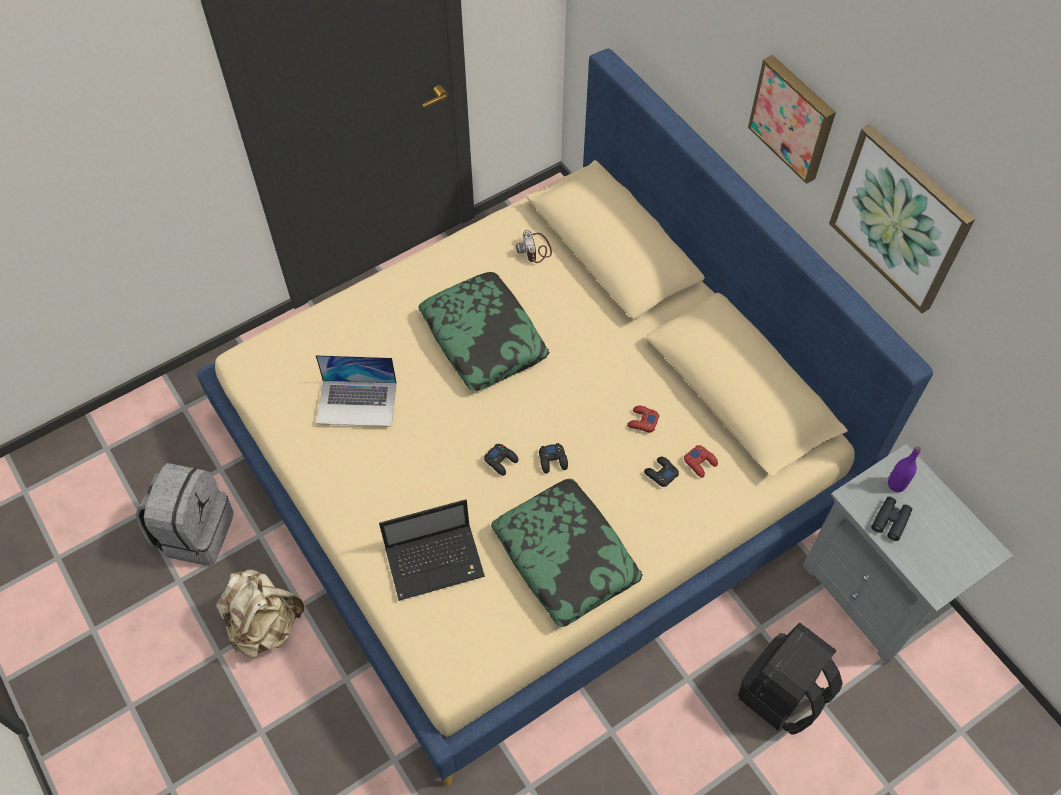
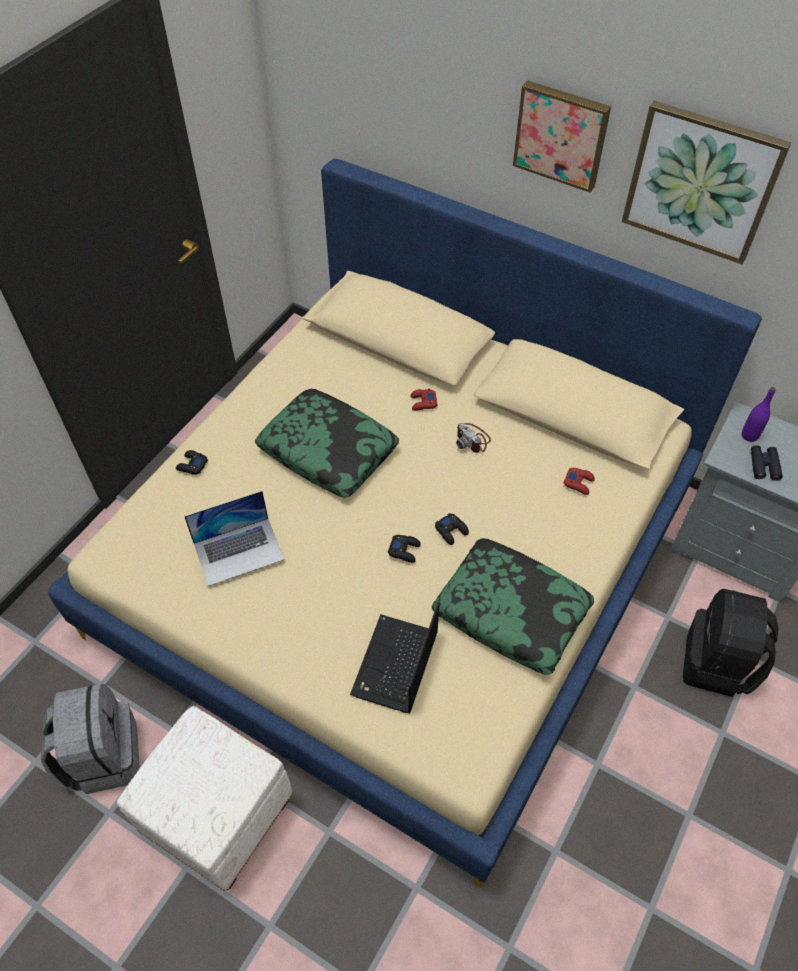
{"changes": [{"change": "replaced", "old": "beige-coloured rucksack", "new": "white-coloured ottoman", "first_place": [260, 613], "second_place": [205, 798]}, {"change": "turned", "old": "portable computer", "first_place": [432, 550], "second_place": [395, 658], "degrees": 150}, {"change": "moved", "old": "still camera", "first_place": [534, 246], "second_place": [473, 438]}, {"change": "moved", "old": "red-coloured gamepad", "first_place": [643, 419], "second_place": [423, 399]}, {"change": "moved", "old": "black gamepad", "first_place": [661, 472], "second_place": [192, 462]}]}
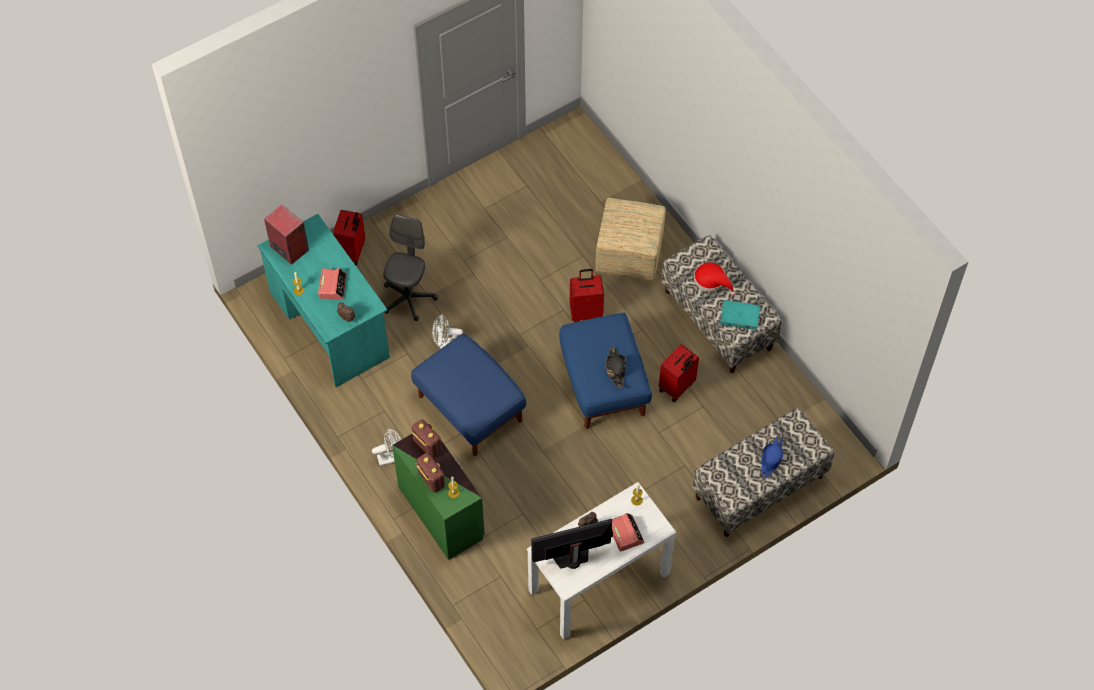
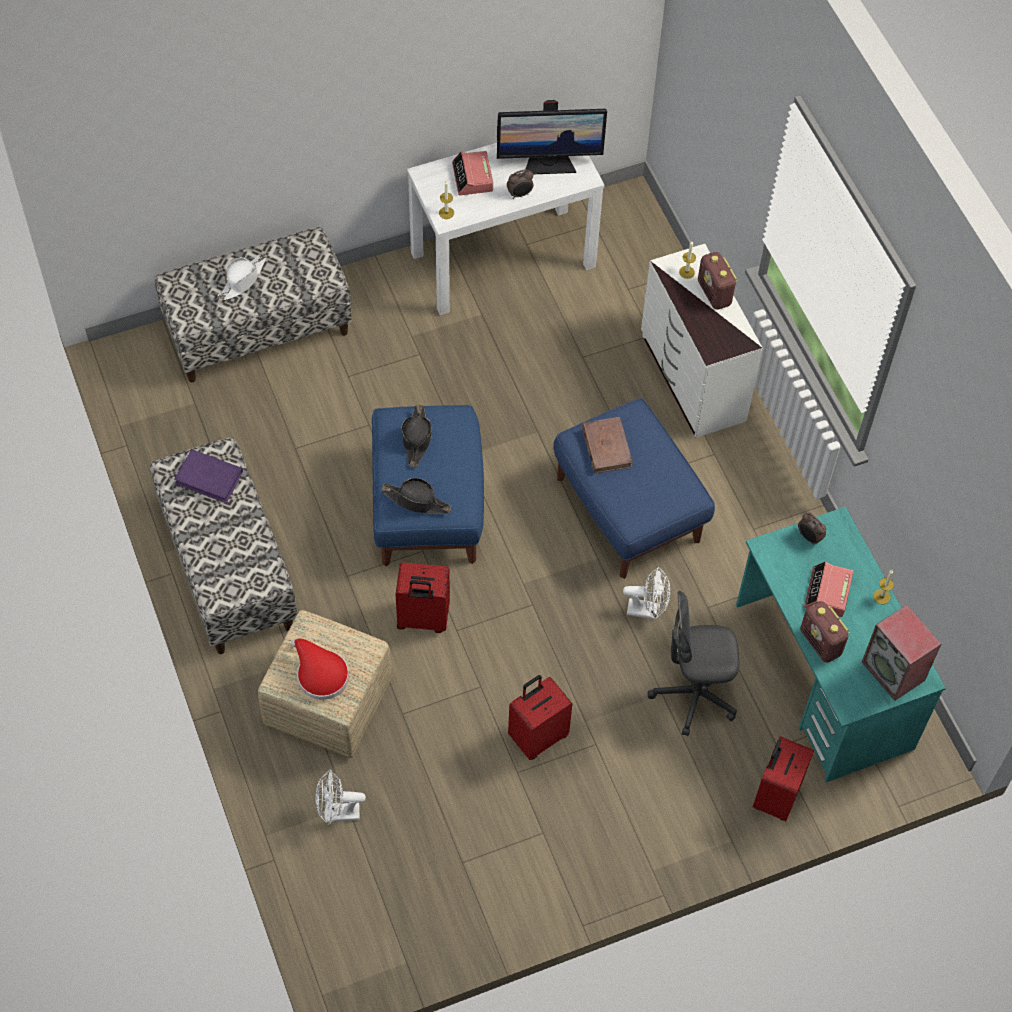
{"changes": [{"change": "moved", "old": "white-coloured fan", "first_place": [386, 447], "second_place": [340, 797]}, {"change": "turned", "old": "gray office chair", "first_place": [410, 267], "second_place": [693, 663], "degrees": 60}, {"change": "recoloured", "old": "green dresser", "new": "white-coloured dresser", "first_place": [438, 492], "second_place": [702, 341]}, {"change": "moved", "old": "radio receiver", "first_place": [426, 438], "second_place": [825, 632]}, {"change": "moved", "old": "red-coloured suitcase", "first_place": [679, 373], "second_place": [540, 717]}, {"change": "moved", "old": "red-coloured wearable hat", "first_place": [714, 278], "second_place": [320, 669]}, {"change": "recoloured", "old": "blue-green bound book", "new": "purple-coloured bound book", "first_place": [740, 315], "second_place": [208, 476]}, {"change": "recoloured", "old": "blue wearable hat", "new": "white-coloured wearable hat", "first_place": [772, 457], "second_place": [242, 277]}, {"change": "added", "new": "black wearable hat", "second_place": [416, 496]}, {"change": "added", "new": "brownish bound book", "second_place": [607, 445]}]}
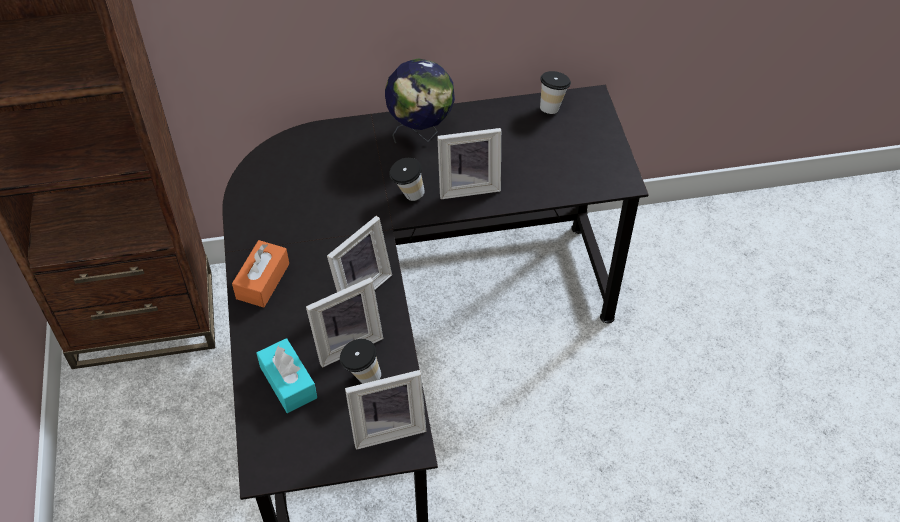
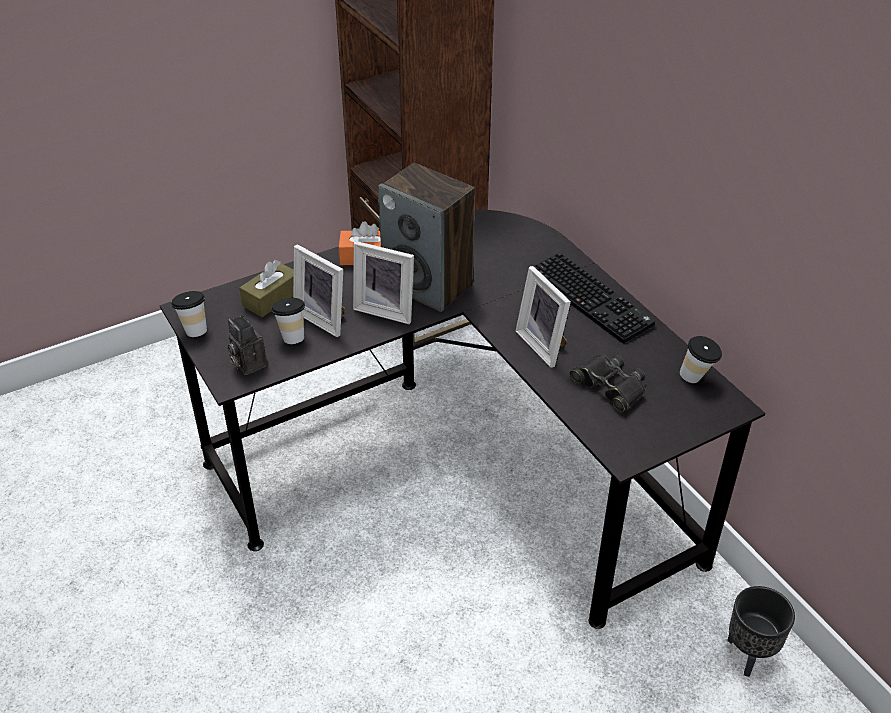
{"changes": [{"change": "recoloured", "old": "blue-green tissue box", "new": "brownish tissue box", "first_place": [286, 375], "second_place": [266, 288]}, {"change": "replaced", "old": "picture frame", "new": "still camera", "first_place": [385, 410], "second_place": [247, 345]}, {"change": "replaced", "old": "globe", "new": "keyboard", "first_place": [420, 101], "second_place": [594, 297]}, {"change": "moved", "old": "cup", "first_place": [407, 179], "second_place": [189, 314]}, {"change": "added", "new": "speaker", "second_place": [426, 237]}, {"change": "added", "new": "black binoculars", "second_place": [607, 384]}, {"change": "added", "new": "black planter", "second_place": [761, 631]}]}
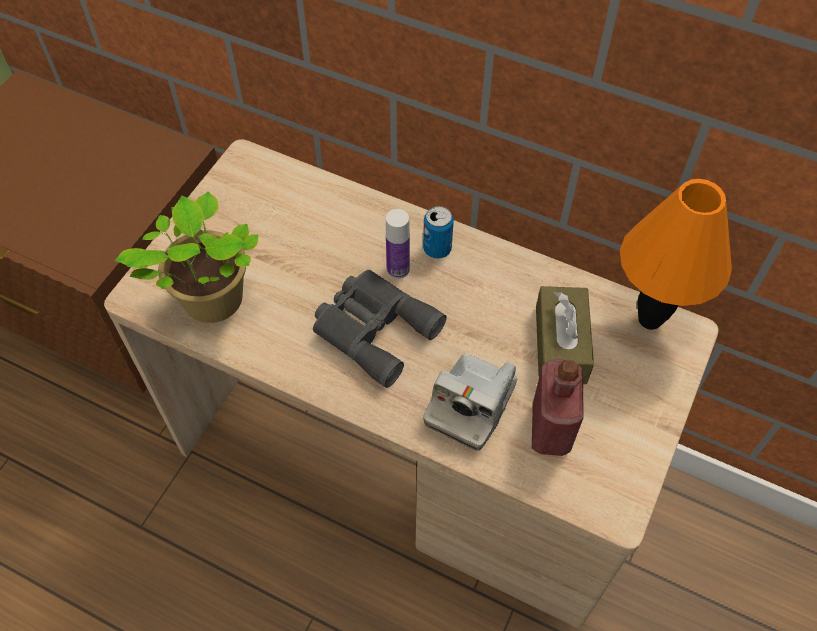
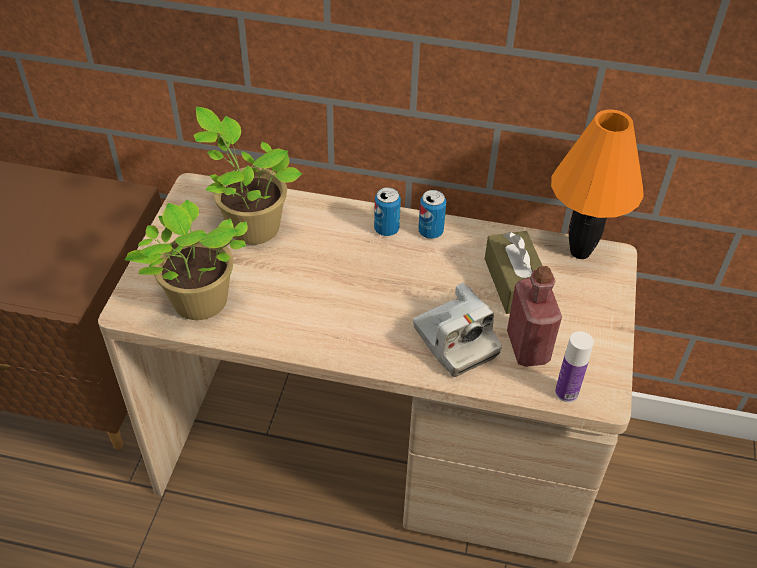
{"changes": [{"change": "removed", "old": "gray binoculars", "first_place": [380, 329]}, {"change": "moved", "old": "bottle", "first_place": [398, 244], "second_place": [574, 366]}, {"change": "turned", "old": "still camera", "first_place": [470, 402], "second_place": [457, 330], "degrees": -45}, {"change": "added", "new": "houseplant", "second_place": [248, 176]}, {"change": "added", "new": "can", "second_place": [432, 214]}]}
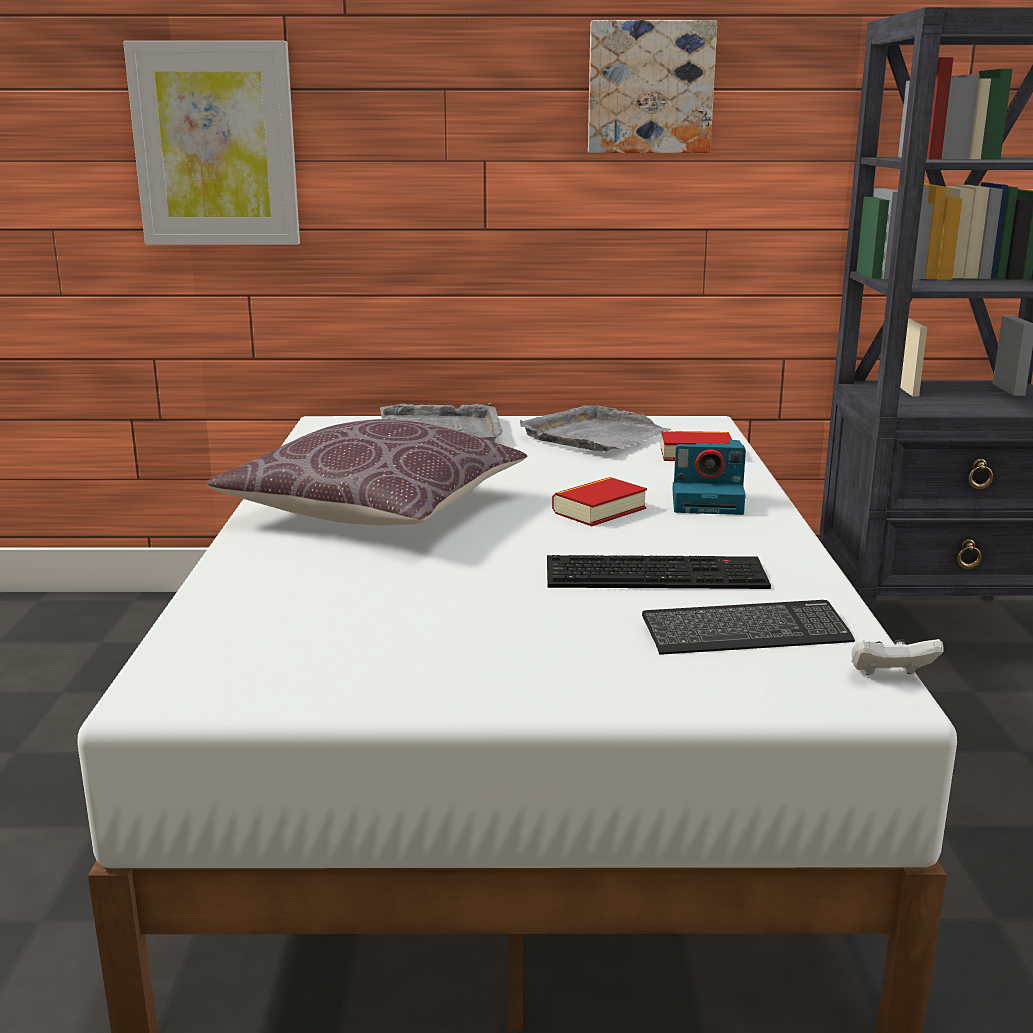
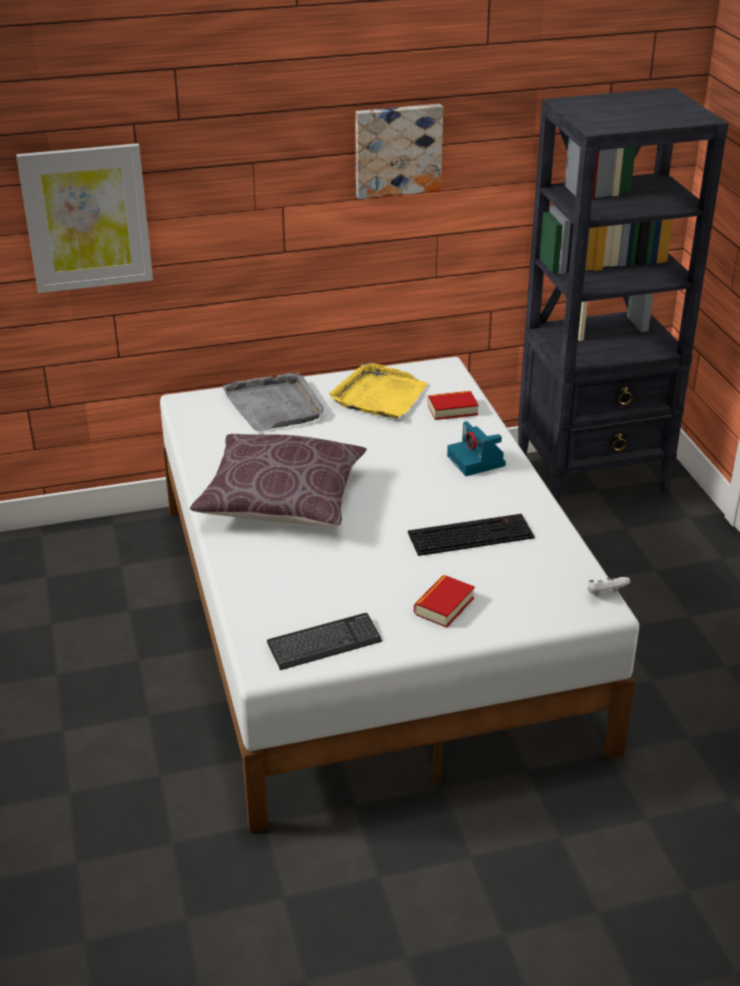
{"changes": [{"change": "recoloured", "old": "gray serving tray", "new": "yellow serving tray", "first_place": [595, 428], "second_place": [378, 391]}, {"change": "moved", "old": "bound book", "first_place": [599, 501], "second_place": [444, 601]}, {"change": "moved", "old": "keyboard", "first_place": [748, 627], "second_place": [324, 641]}, {"change": "turned", "old": "still camera", "first_place": [709, 477], "second_place": [476, 448], "degrees": 75}]}
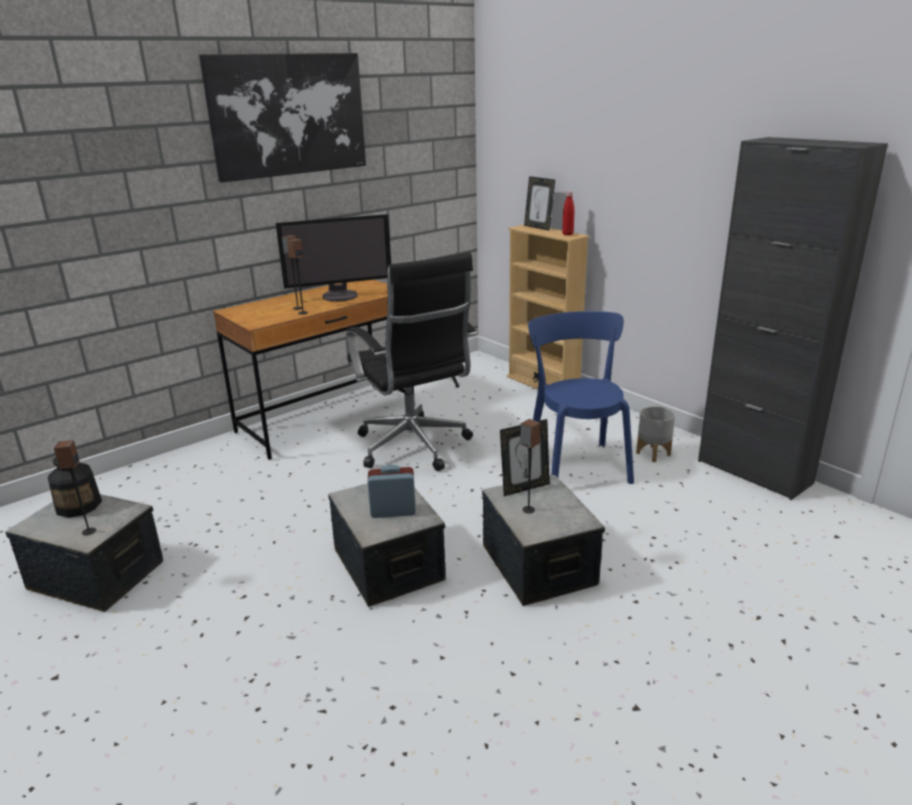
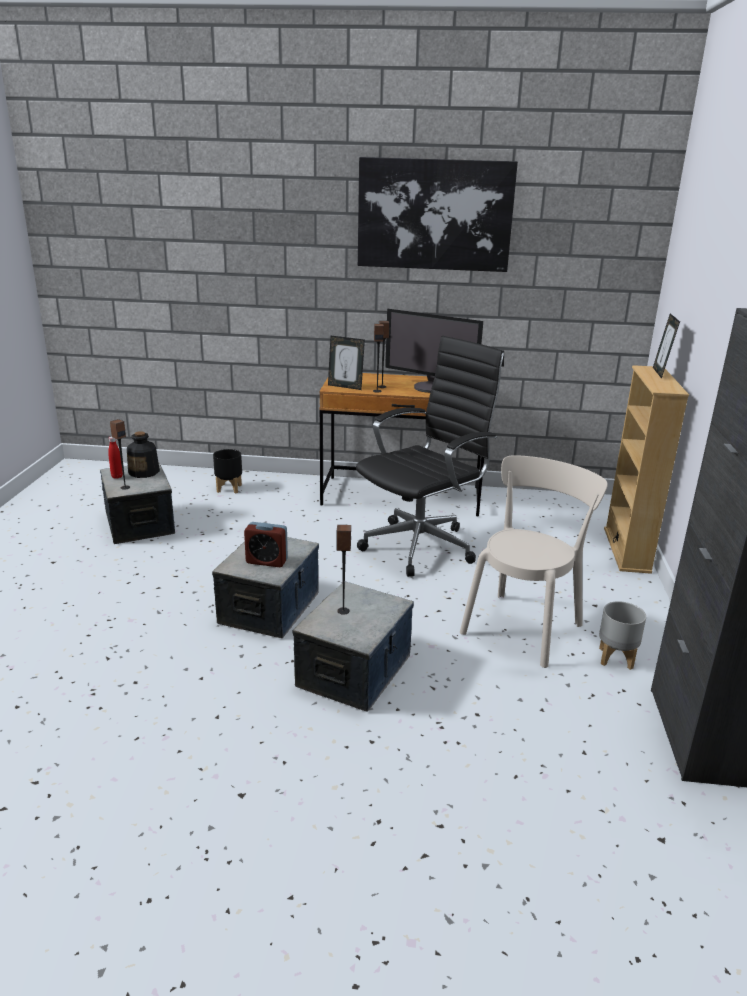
{"changes": [{"change": "turned", "old": "black office chair", "first_place": [411, 361], "second_place": [430, 456], "degrees": -150}, {"change": "turned", "old": "alarm clock", "first_place": [392, 491], "second_place": [266, 544], "degrees": 150}, {"change": "moved", "old": "picture frame", "first_place": [525, 457], "second_place": [346, 363]}, {"change": "recoloured", "old": "blue chair", "new": "beige-coloured chair", "first_place": [581, 397], "second_place": [534, 561]}, {"change": "moved", "old": "red-coloured bottle", "first_place": [568, 213], "second_place": [115, 457]}, {"change": "added", "new": "black planter", "second_place": [227, 471]}]}
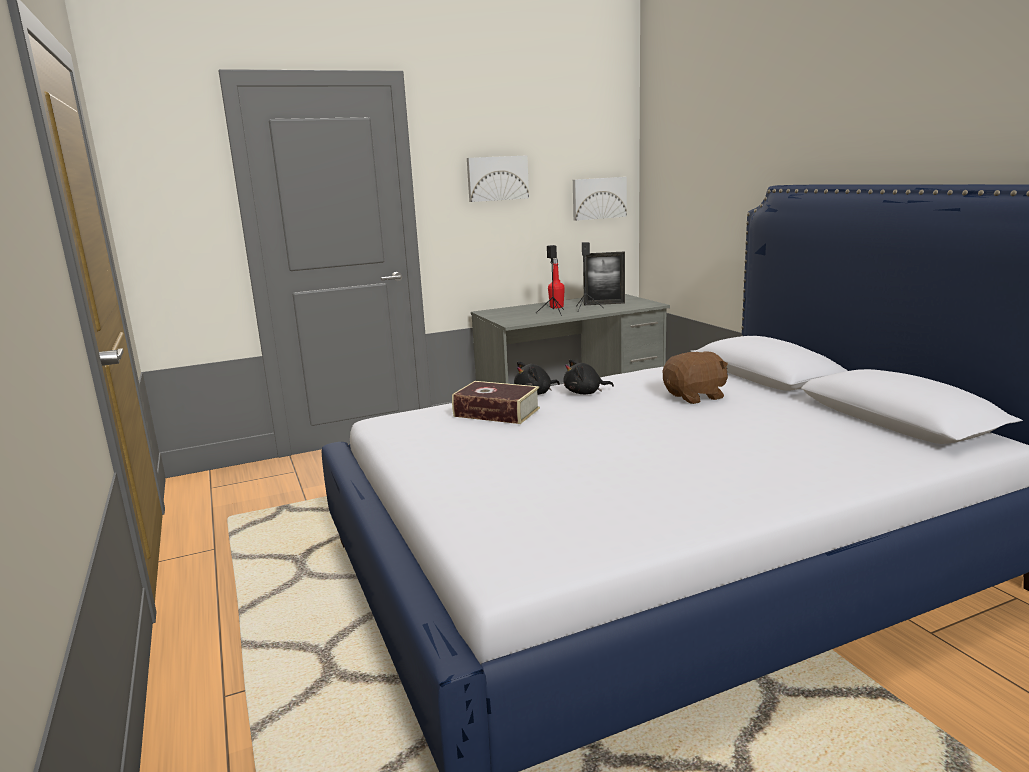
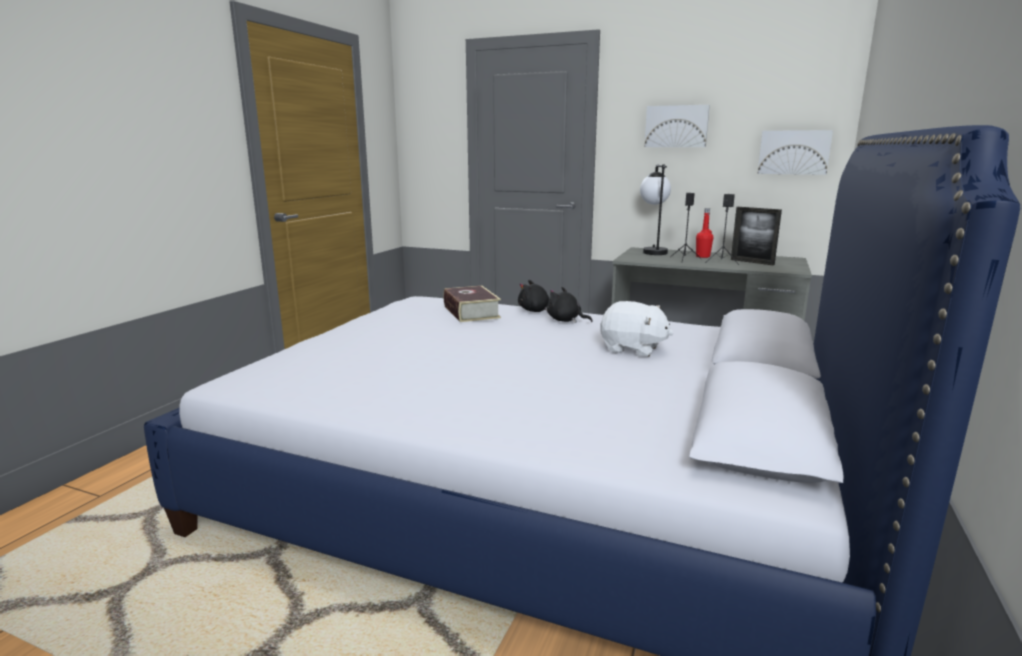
{"changes": [{"change": "recoloured", "old": "brownish plush toy", "new": "white-coloured plush toy", "first_place": [695, 377], "second_place": [636, 329]}, {"change": "added", "new": "table lamp", "second_place": [655, 210]}]}
